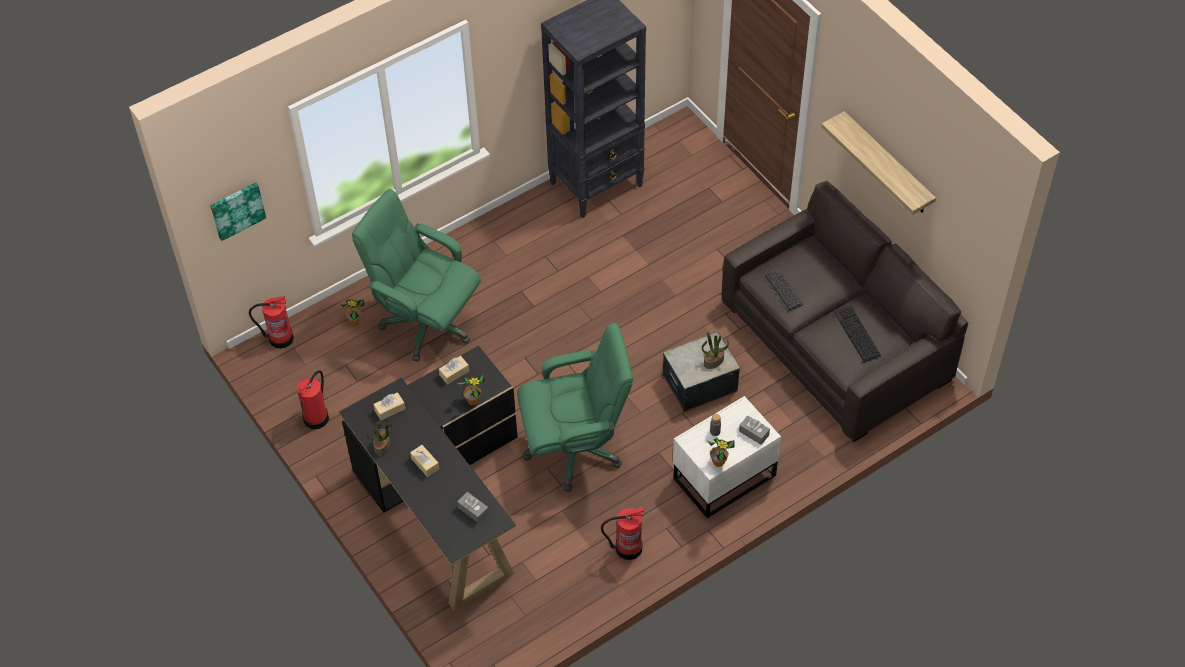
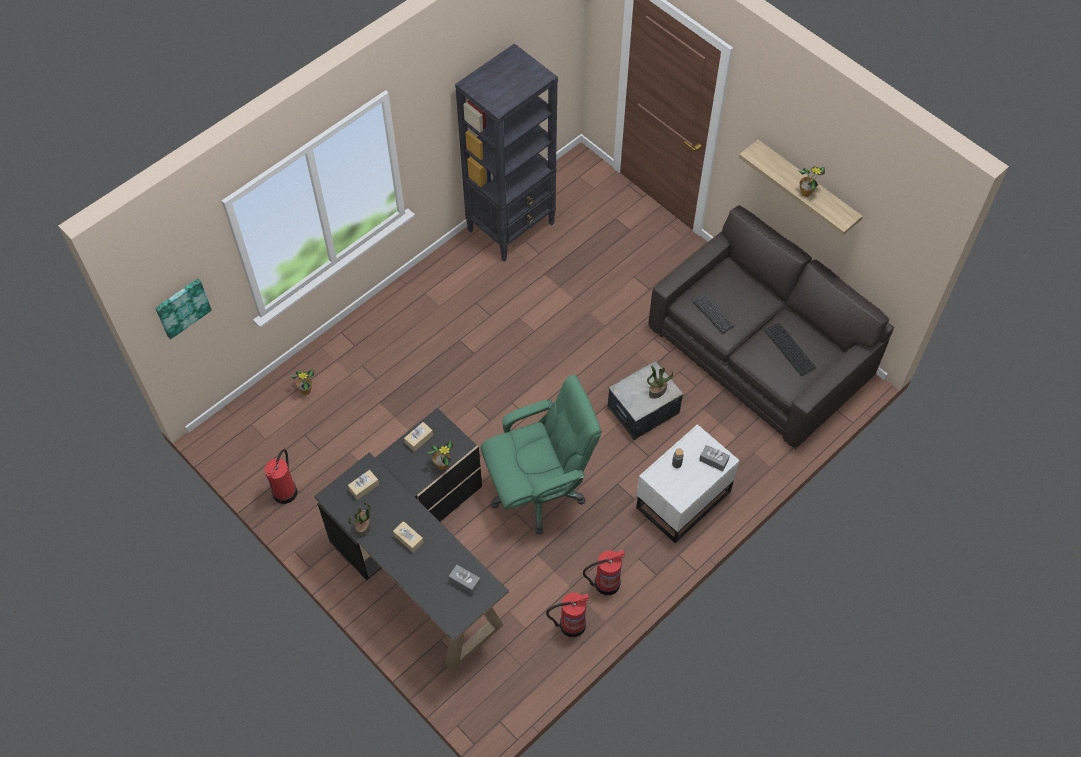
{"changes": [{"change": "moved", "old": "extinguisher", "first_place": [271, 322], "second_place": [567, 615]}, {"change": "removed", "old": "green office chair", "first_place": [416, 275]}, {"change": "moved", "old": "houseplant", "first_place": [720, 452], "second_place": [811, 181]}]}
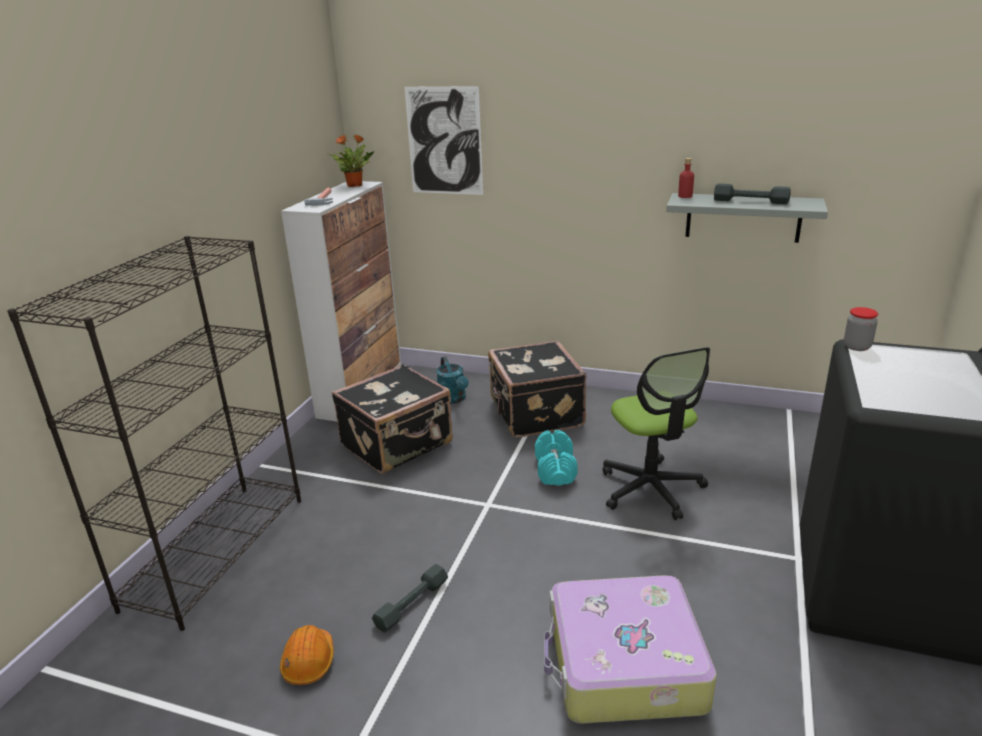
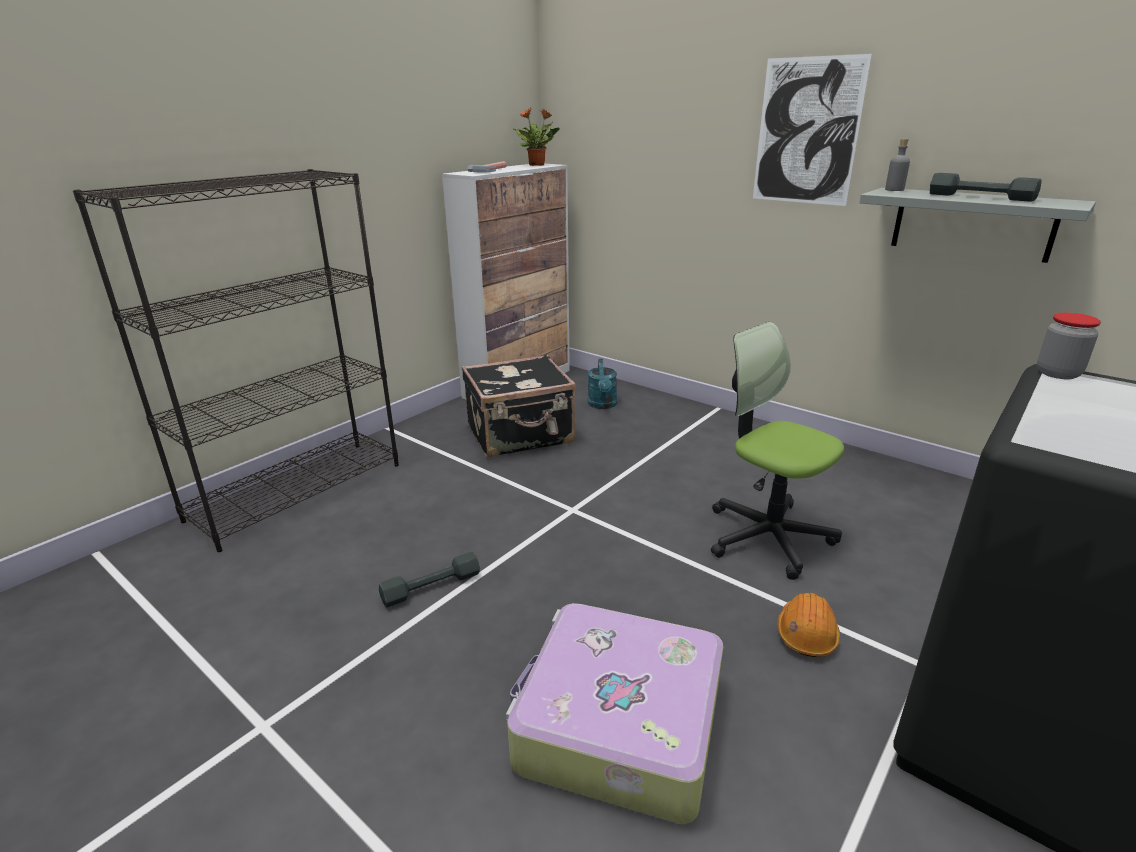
{"changes": [{"change": "moved", "old": "orange-coloured work helmet", "first_place": [307, 655], "second_place": [809, 625]}, {"change": "moved", "old": "picture", "first_place": [443, 140], "second_place": [812, 130]}, {"change": "removed", "old": "black suitcase", "first_place": [537, 389]}, {"change": "removed", "old": "blue-green hand weight", "first_place": [556, 458]}, {"change": "turned", "old": "office chair", "first_place": [656, 433], "second_place": [777, 451], "degrees": 135}, {"change": "recoloured", "old": "red-coloured bottle", "new": "gray bottle", "first_place": [686, 178], "second_place": [897, 165]}]}
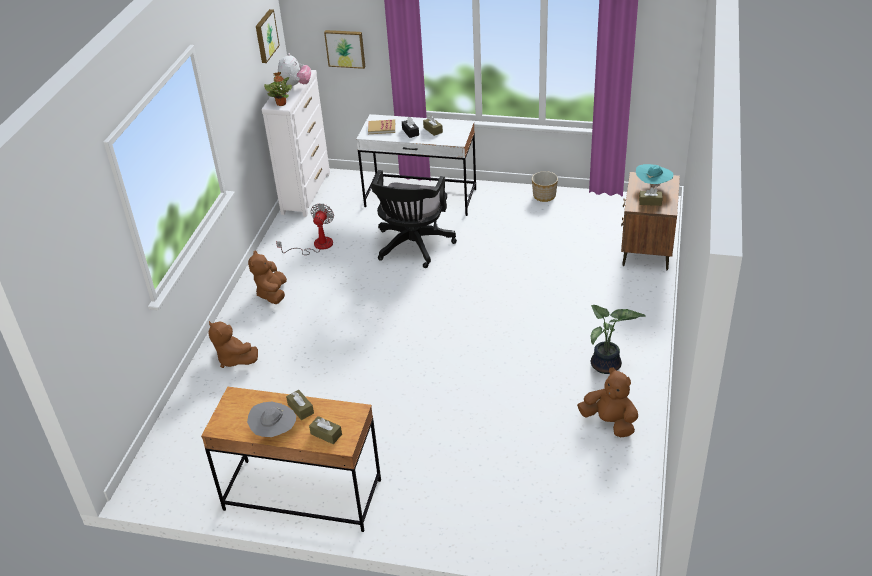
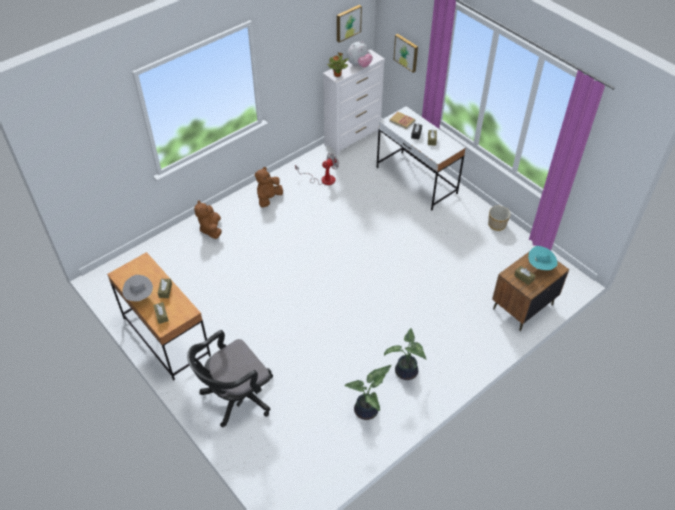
{"changes": [{"change": "moved", "old": "black office chair", "first_place": [414, 219], "second_place": [230, 378]}, {"change": "replaced", "old": "brownish plush toy", "new": "houseplant", "first_place": [607, 402], "second_place": [368, 392]}]}
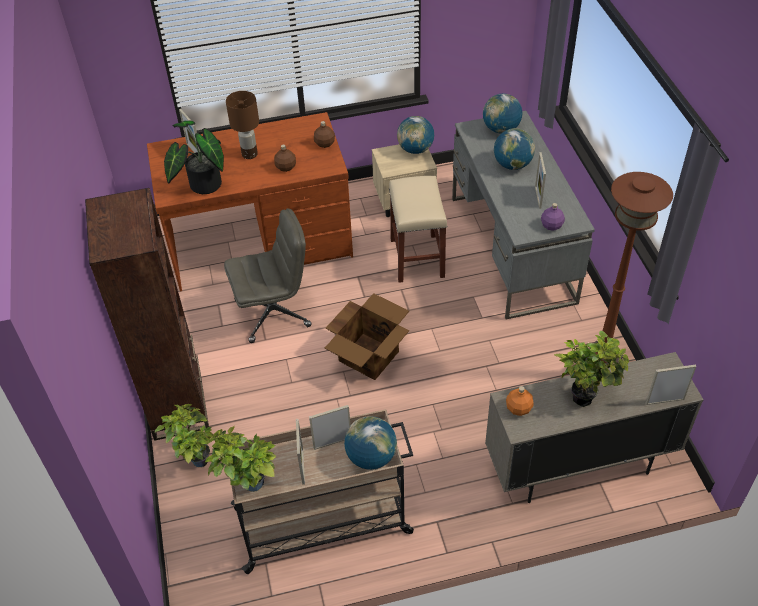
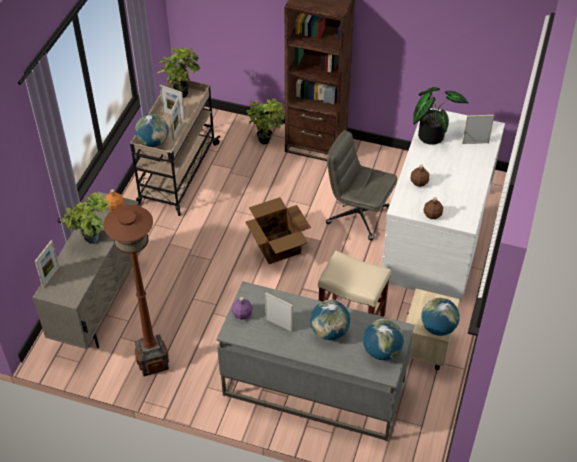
{"changes": [{"change": "recoloured", "old": "brownish desk table", "new": "white-coloured desk table", "first_place": [250, 202], "second_place": [443, 205]}, {"change": "turned", "old": "gray office chair", "first_place": [268, 275], "second_place": [361, 185], "degrees": 105}, {"change": "removed", "old": "brownish table lamp", "first_place": [242, 125]}]}
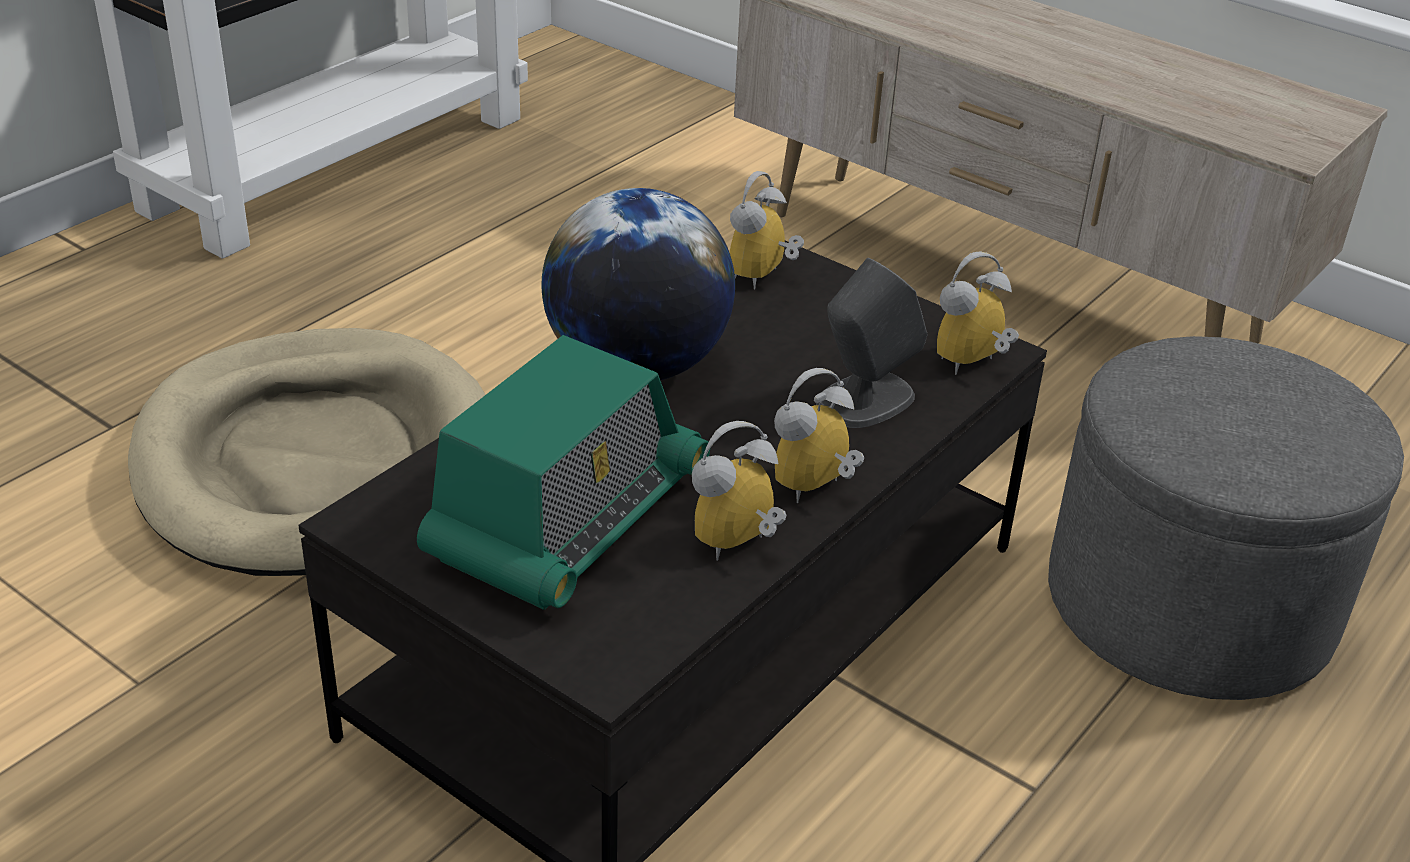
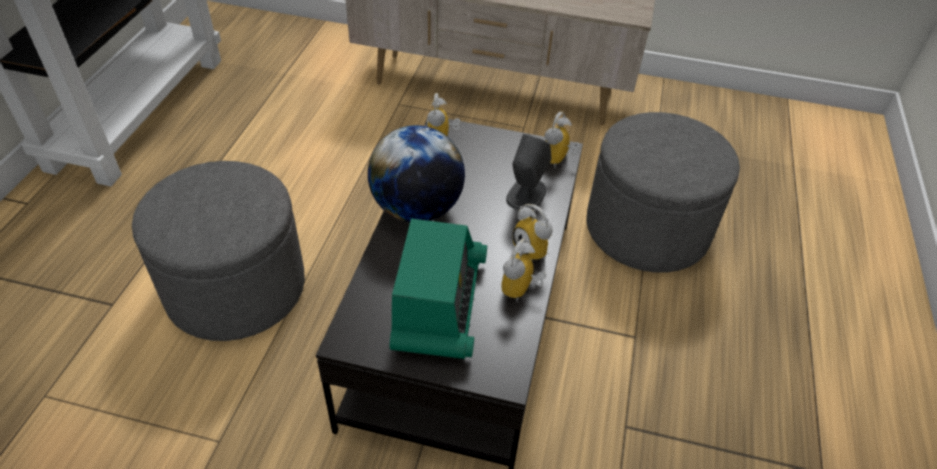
{"changes": [{"change": "replaced", "old": "beige-coloured dog cushion", "new": "gray ottoman", "first_place": [306, 452], "second_place": [218, 251]}, {"change": "turned", "old": "alarm clock", "first_place": [819, 435], "second_place": [533, 232], "degrees": -60}]}
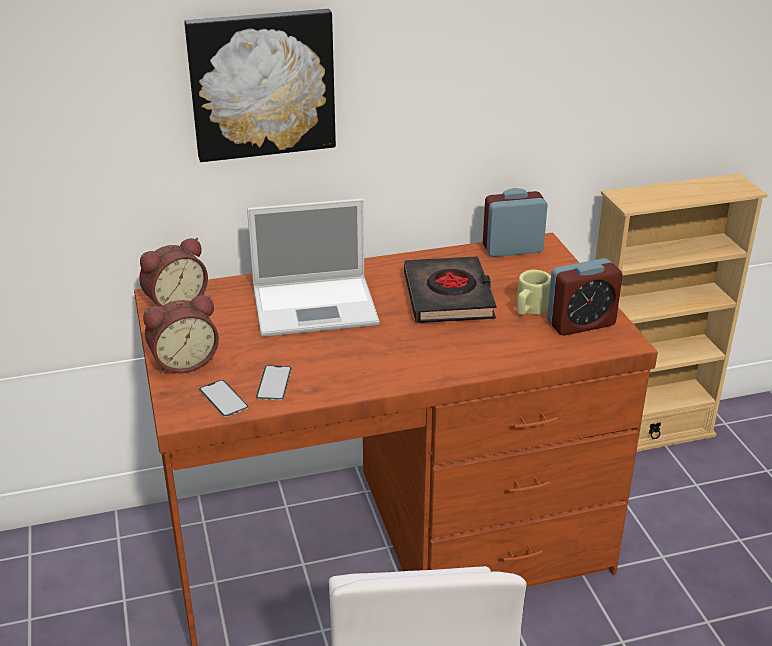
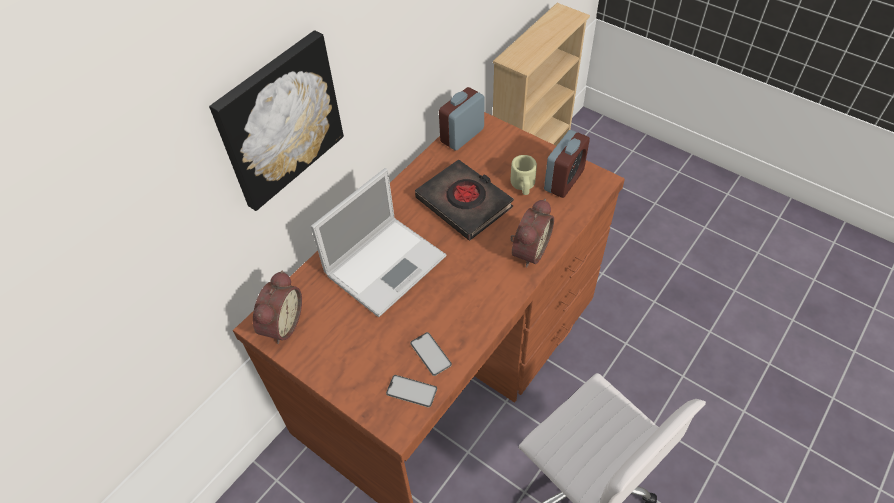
{"changes": [{"change": "moved", "old": "alarm clock", "first_place": [181, 334], "second_place": [532, 233]}]}
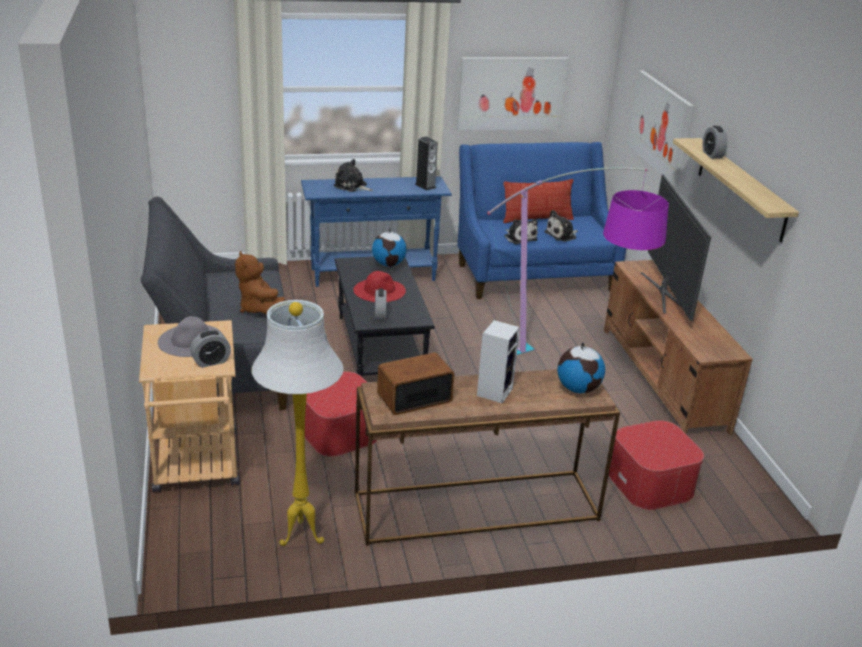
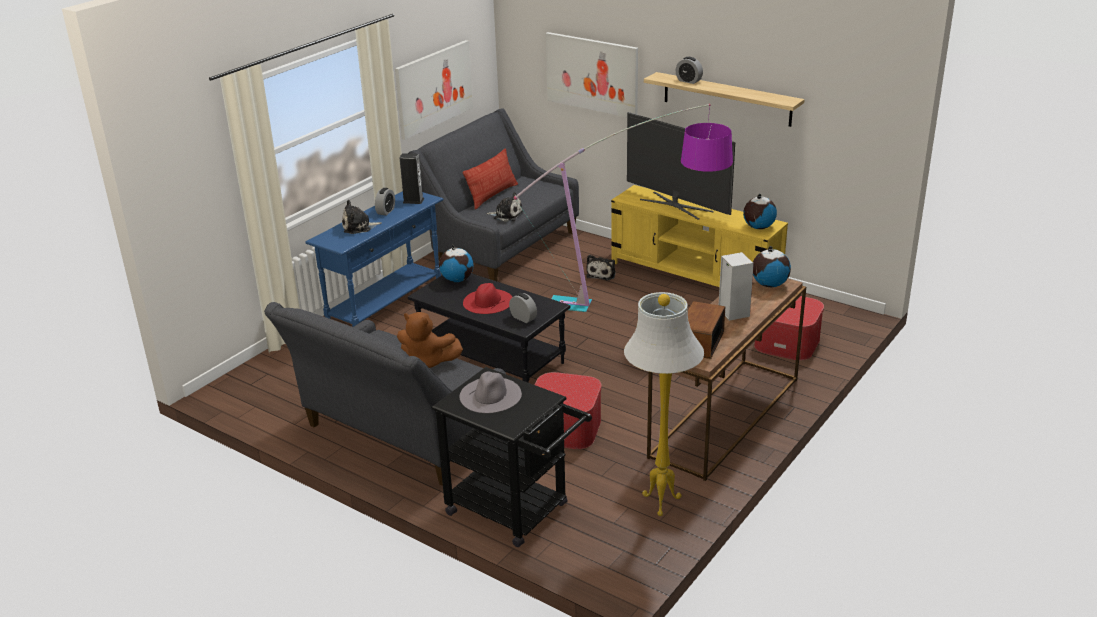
{"changes": [{"change": "recoloured", "old": "beige-coloured wheeled cart", "new": "black wheeled cart", "first_place": [189, 406], "second_place": [512, 457]}, {"change": "moved", "old": "alarm clock", "first_place": [210, 349], "second_place": [385, 202]}, {"change": "recoloured", "old": "blue settee", "new": "gray settee", "first_place": [541, 220], "second_place": [493, 194]}, {"change": "moved", "old": "plush toy", "first_place": [561, 226], "second_place": [601, 267]}, {"change": "recoloured", "old": "brownish tv stand", "new": "yellow tv stand", "first_place": [678, 347], "second_place": [699, 236]}, {"change": "added", "new": "globe", "second_place": [760, 211]}]}
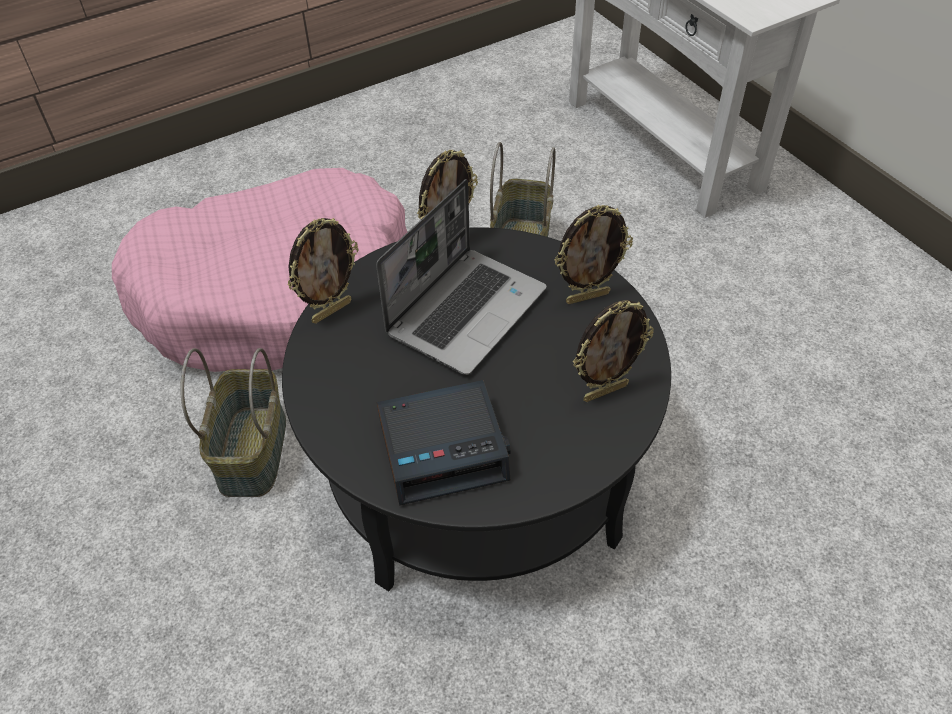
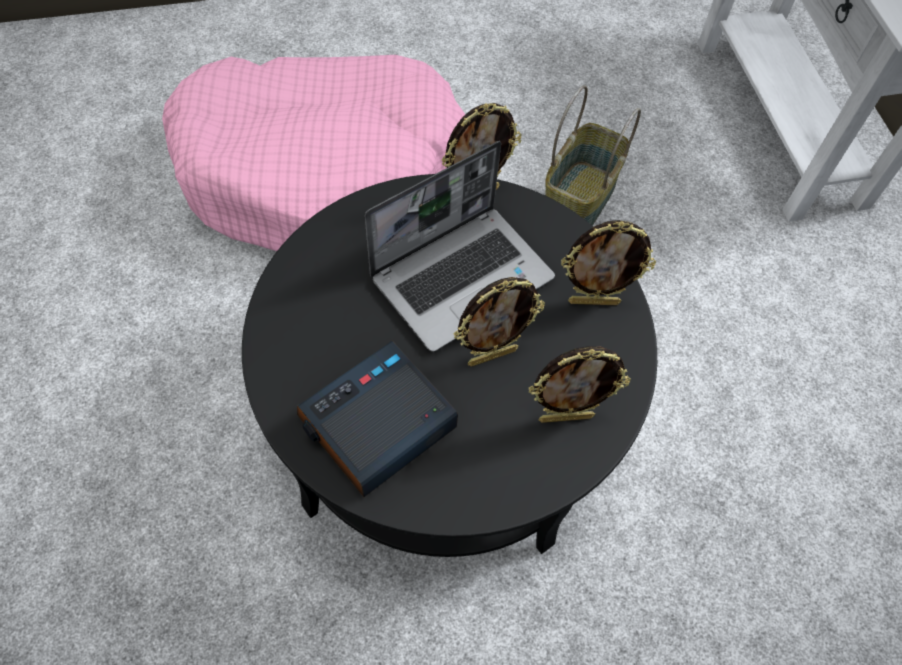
{"changes": [{"change": "removed", "old": "storage basket", "first_place": [233, 422]}, {"change": "moved", "old": "picture frame", "first_place": [323, 271], "second_place": [499, 322]}, {"change": "turned", "old": "alarm clock", "first_place": [444, 443], "second_place": [377, 419], "degrees": 135}]}
